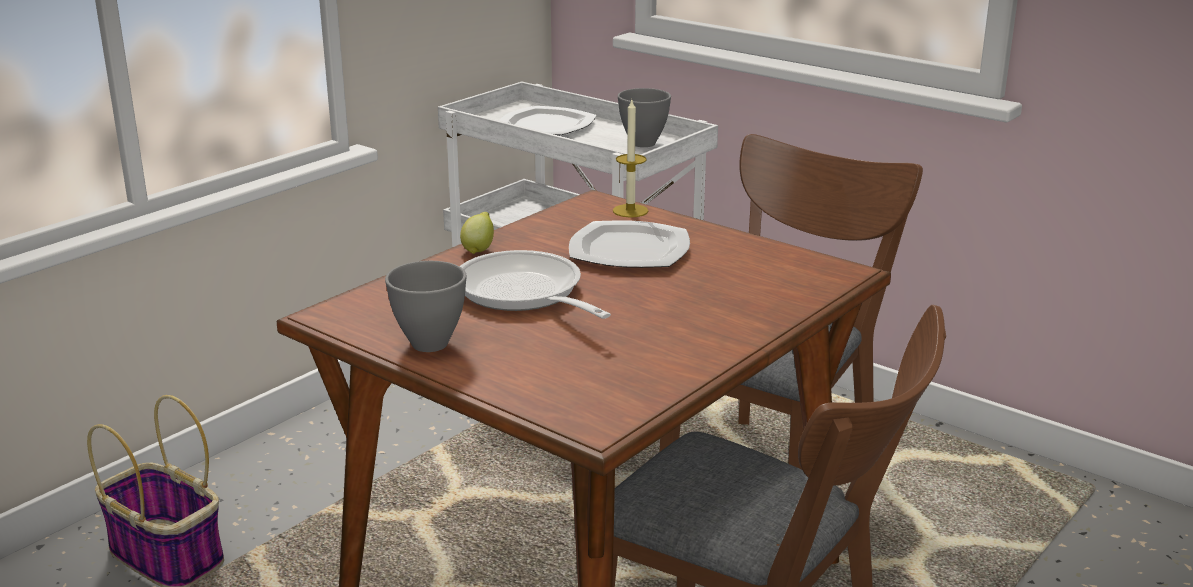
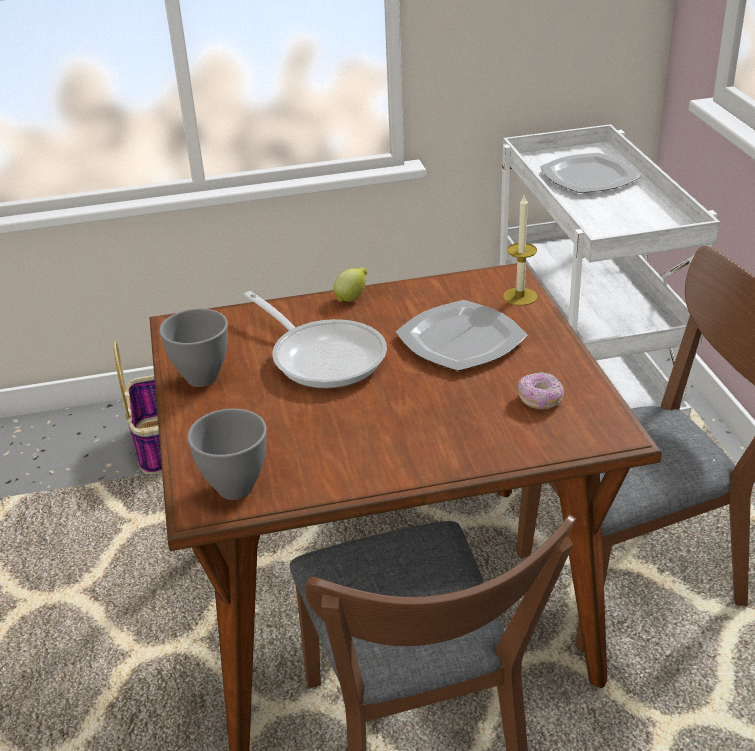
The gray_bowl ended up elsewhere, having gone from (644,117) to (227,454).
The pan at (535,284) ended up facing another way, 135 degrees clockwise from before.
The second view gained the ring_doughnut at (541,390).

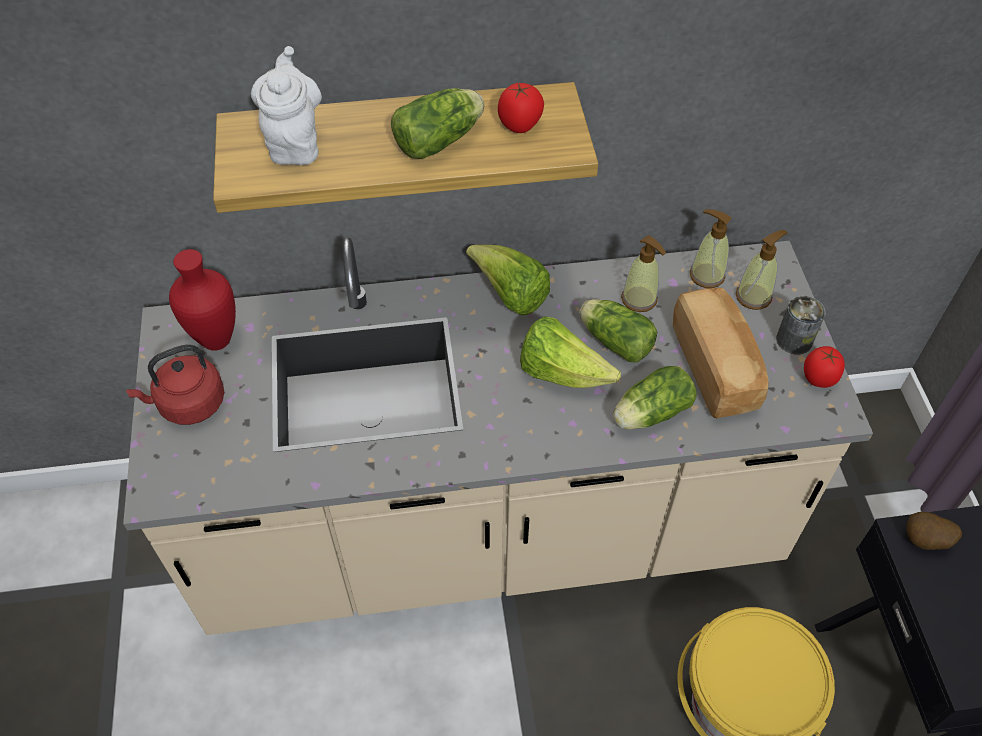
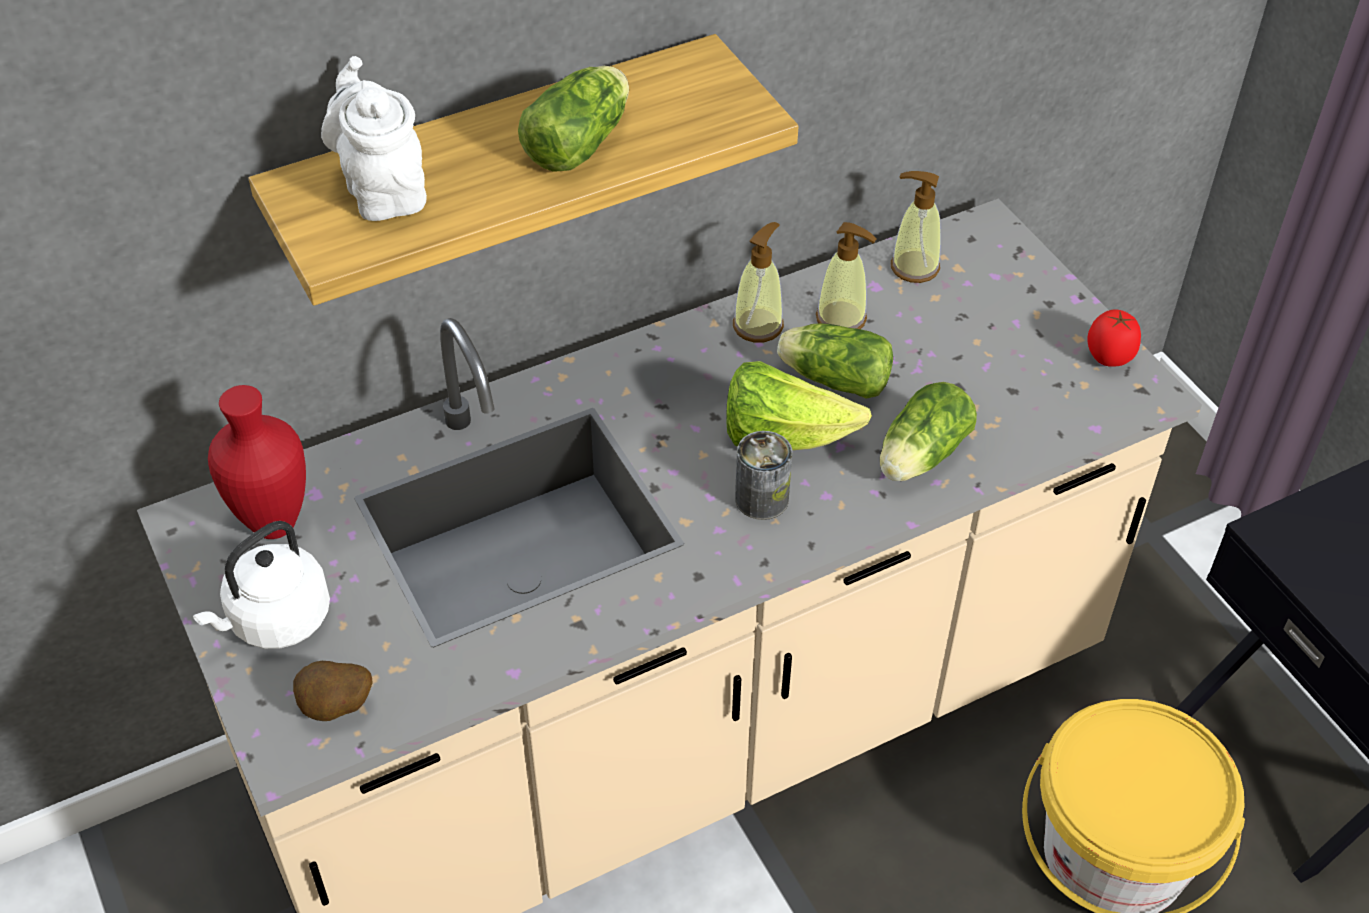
What was the reddish_kettle at (175,384) turned into the white-coloured_kettle at (261,585).
The potato ended up elsewhere, having gone from (934,531) to (333,691).
The liquid_soap_bottle ended up elsewhere, having gone from (762,270) to (758,282).
The sealed_can ended up elsewhere, having gone from (800,325) to (764,475).
The second view lost the lettuce at (508,280).
The second view lost the whole_tomato at (521,108).
The second view lost the baked_bread at (721,353).

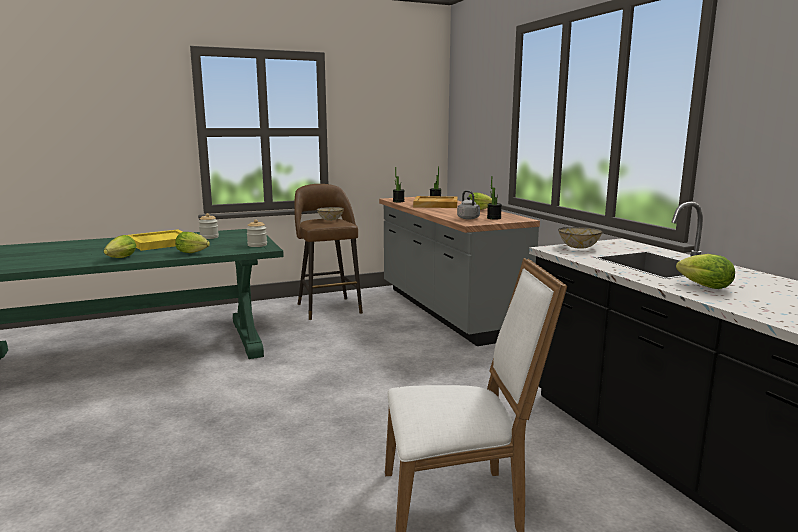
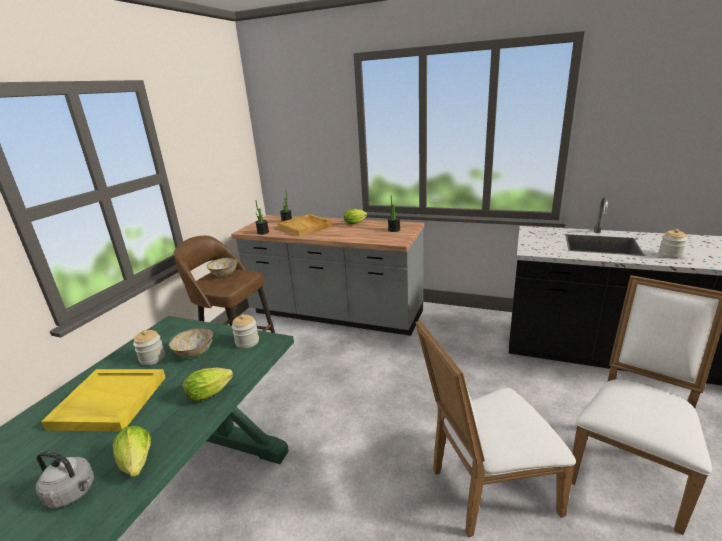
The gray_kettle ended up elsewhere, having gone from (468,204) to (65,479).
The bowl ended up elsewhere, having gone from (580,238) to (191,342).
The second view gained the white-coloured_upright_chair at (496,429).
Where the lettuce stood at (705,271), the preserve_jar came to stand at (673,244).

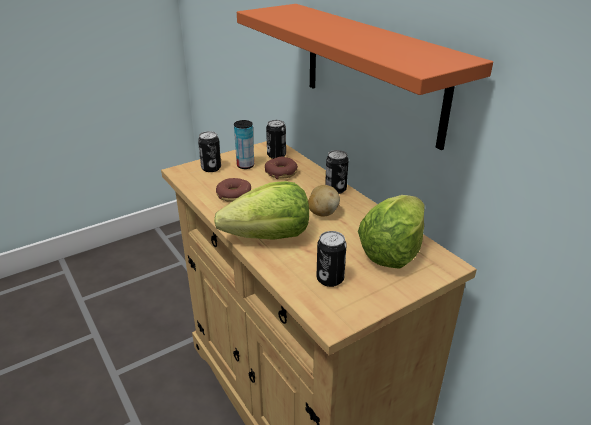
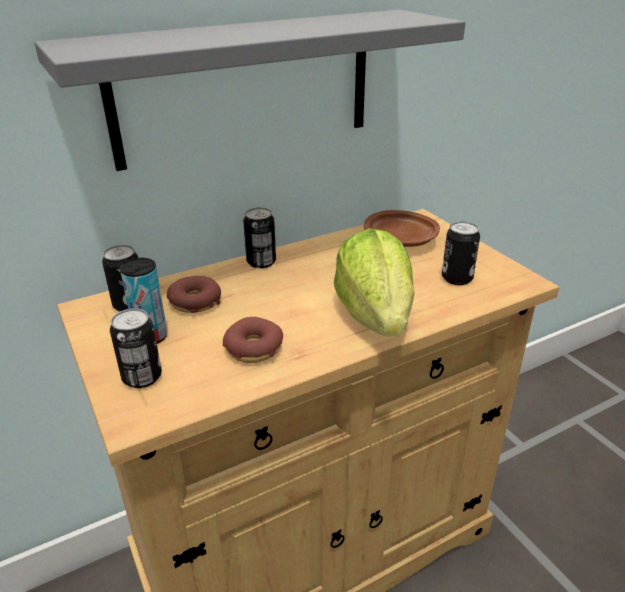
What was the orange-coloured_shelf at (365,77) turned into the gray_shelf at (249,90).
Where the lettuce stood at (391,232), the brown-coloured_dinner_plate came to stand at (402,228).
The second view lost the potato at (324,201).

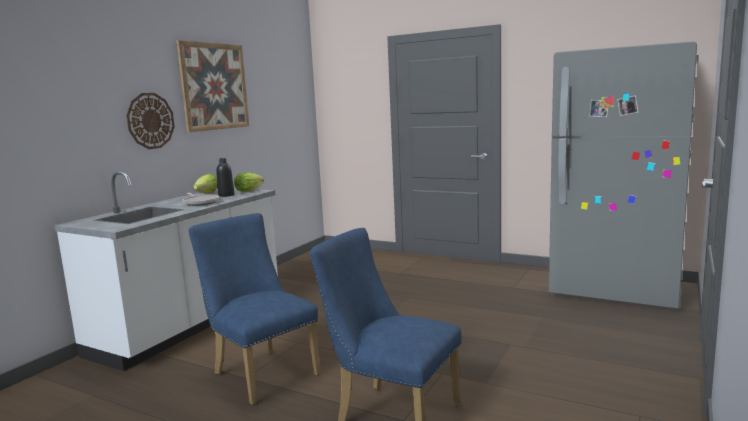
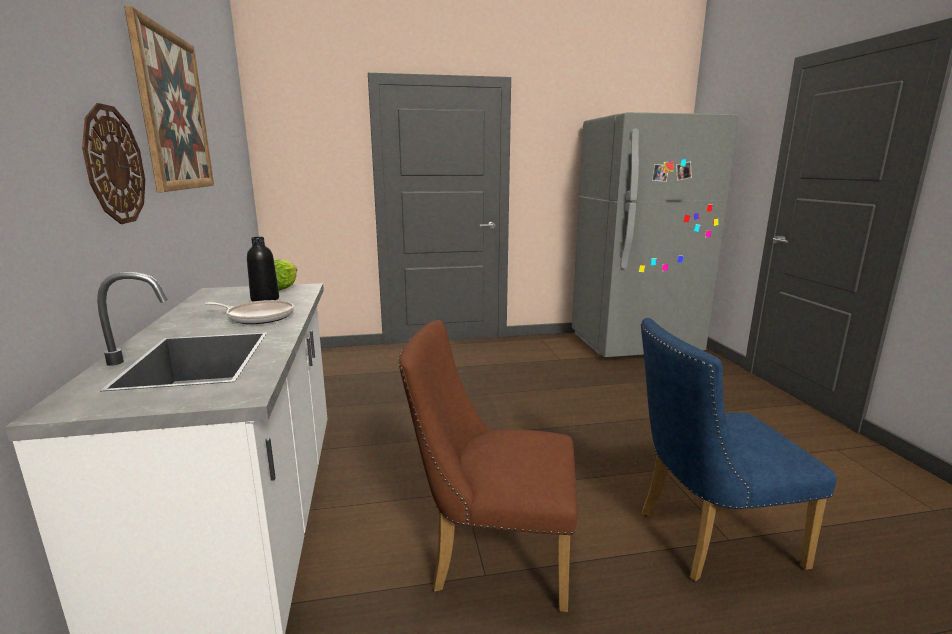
What was the bluish_upright_chair at (254,309) turned into the brown-coloured_upright_chair at (488,466).
The second view lost the lettuce at (205,183).

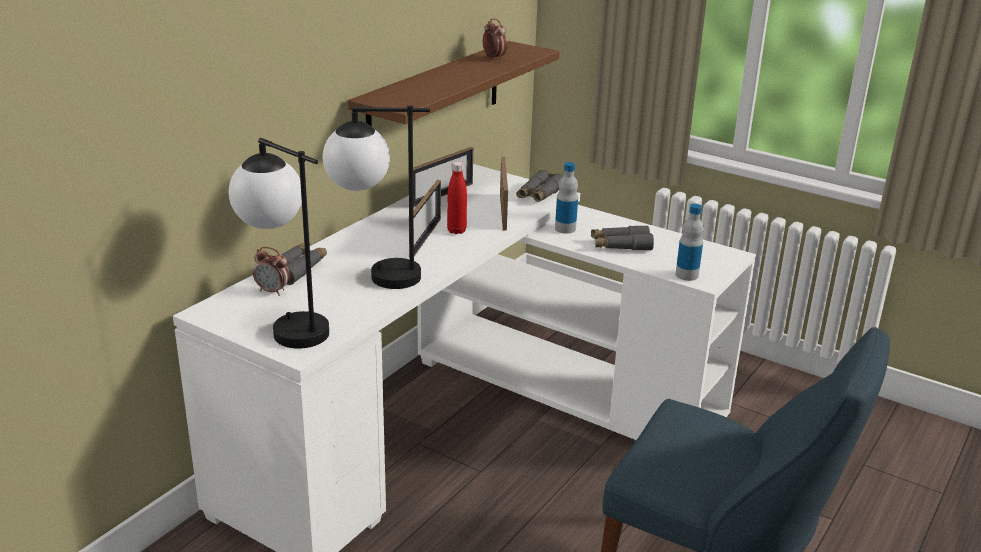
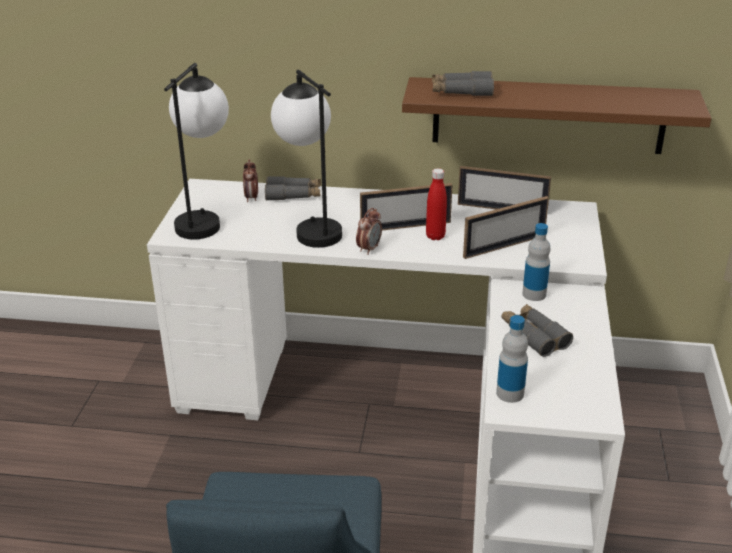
The alarm_clock ended up elsewhere, having gone from (495,39) to (369,231).
The gray_field_glasses ended up elsewhere, having gone from (539,186) to (463,83).

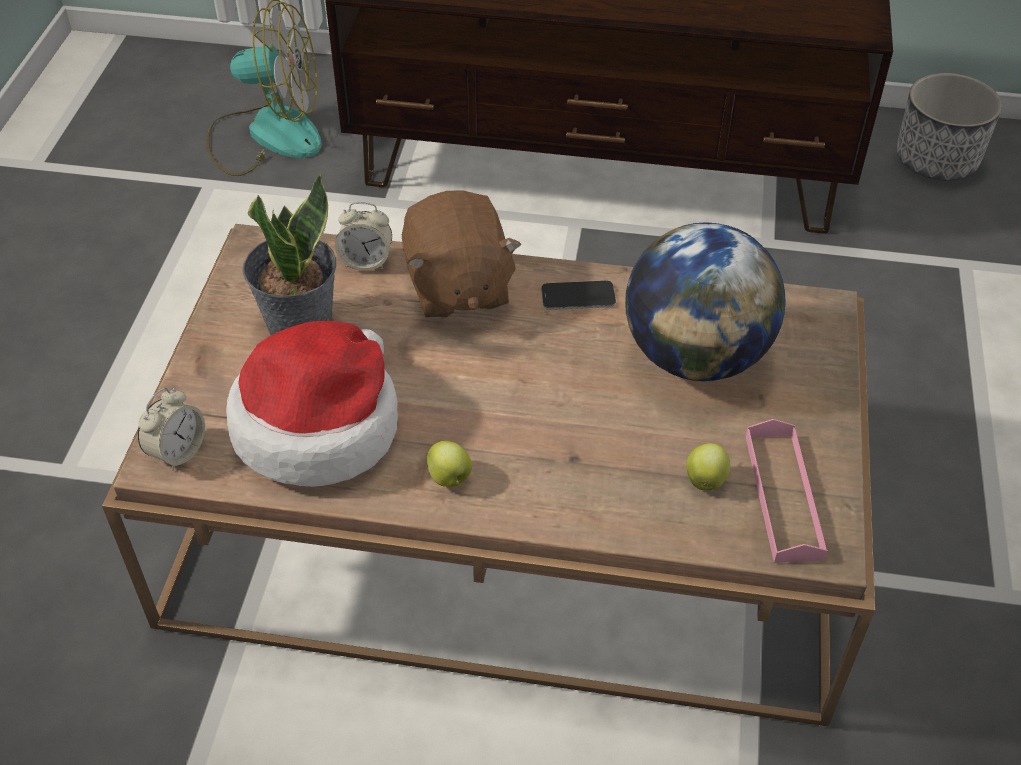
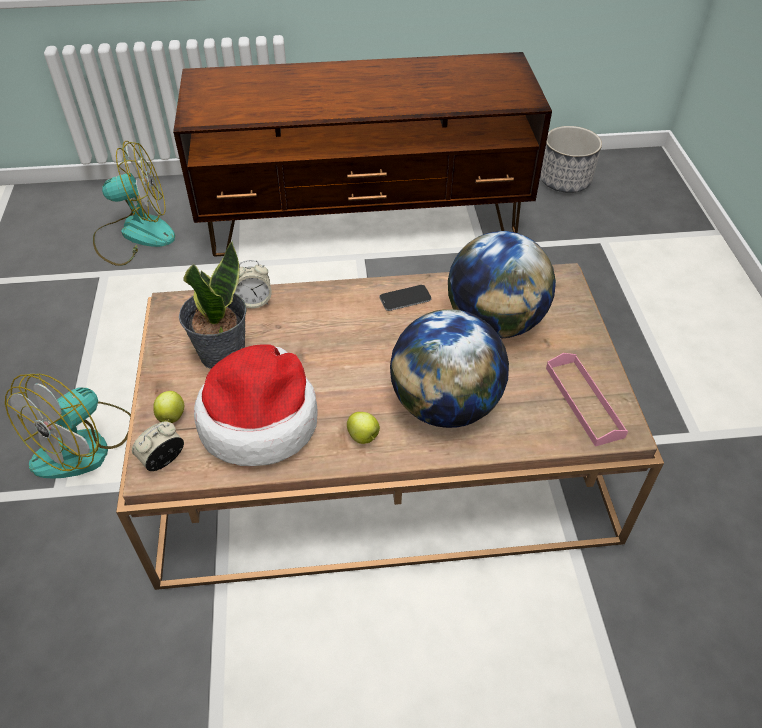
The second view gained the cooling_fan at (68,426).
The alarm_clock at (171,429) ended up facing another way, 150 degrees counterclockwise from before.
The apple_fruit ended up elsewhere, having gone from (708,466) to (168,407).
The second view gained the world_globe at (449,368).
The second view lost the brown-coloured_soft_toy at (461,254).

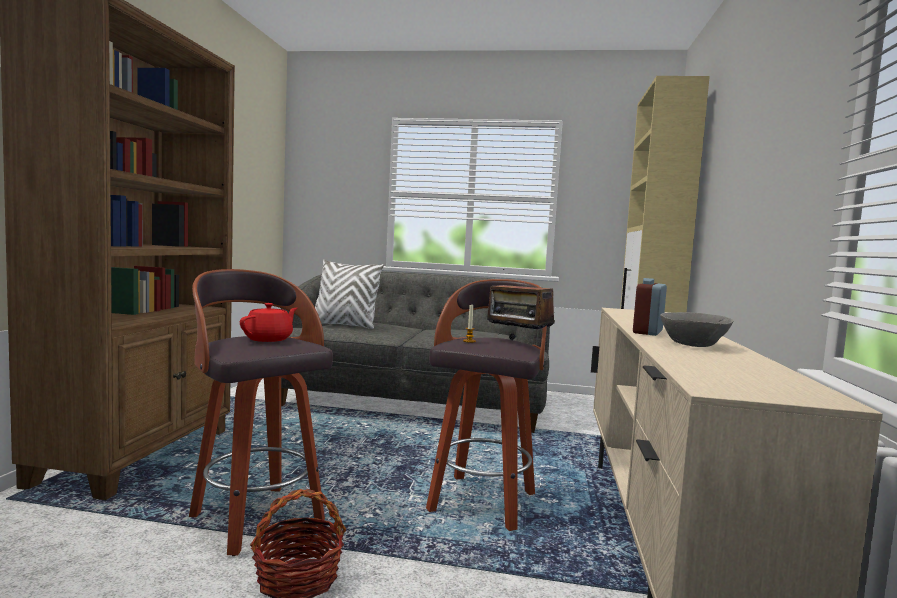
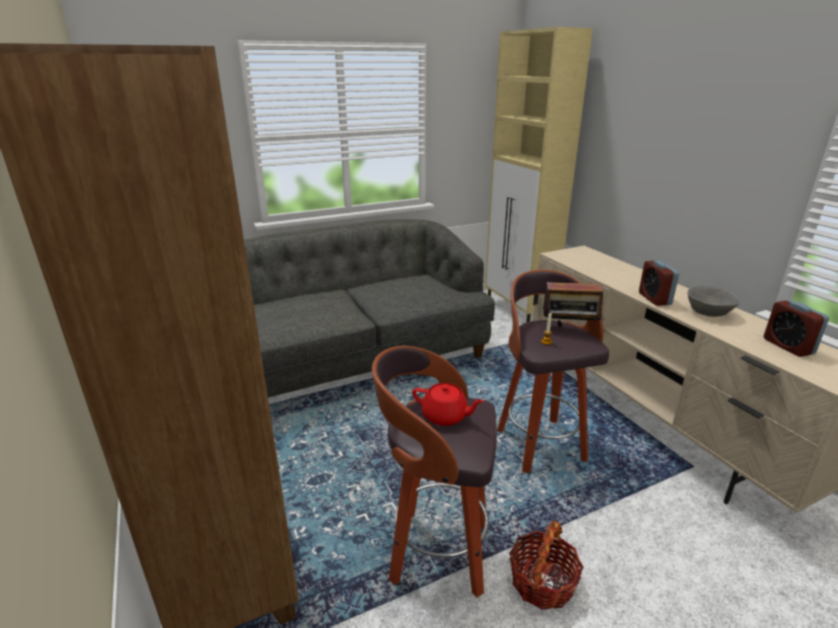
The reddish_pot_for_tea at (268,322) ended up facing another way, 120 degrees clockwise from before.
The second view gained the alarm_clock at (796,328).
The second view lost the white-coloured_cushion at (349,294).

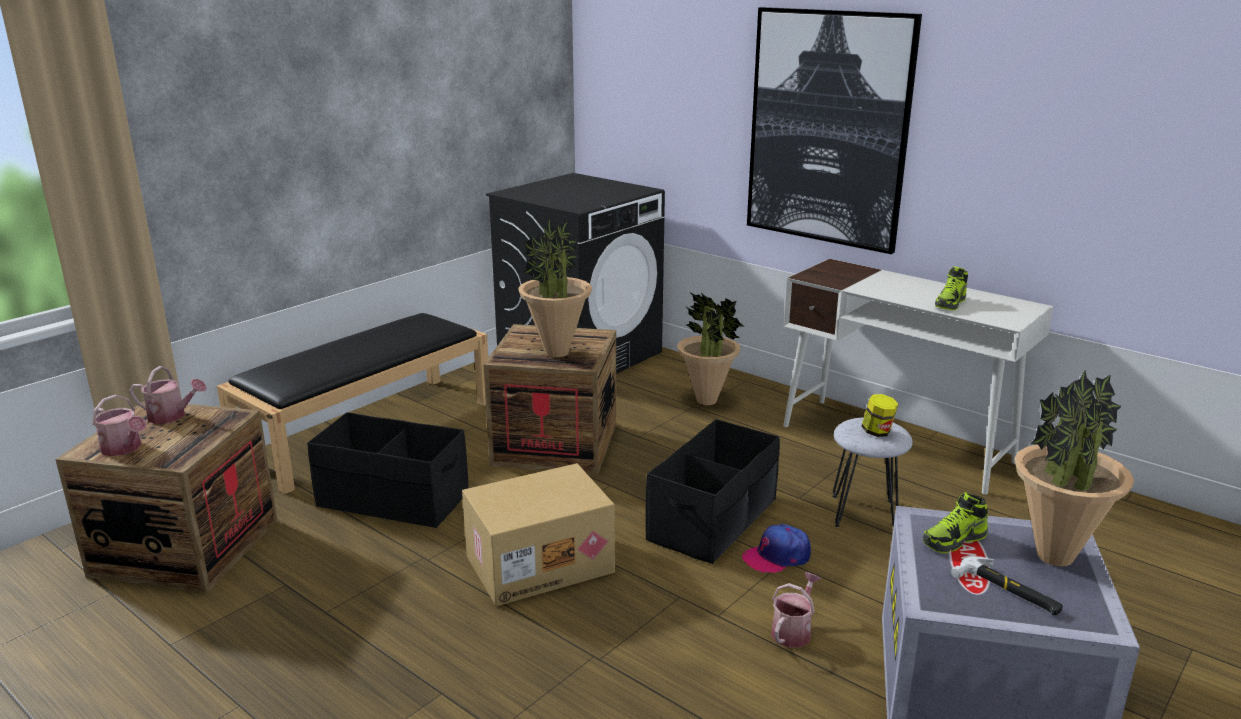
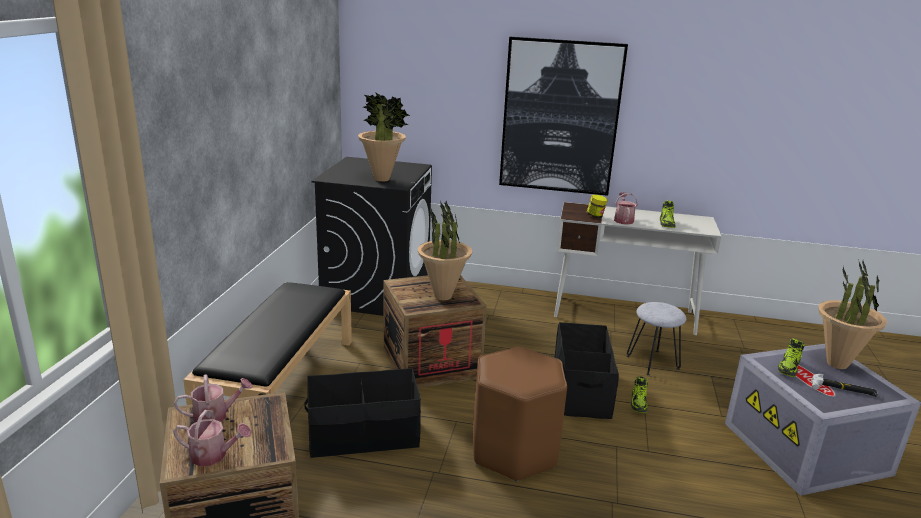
The houseplant ended up elsewhere, having gone from (710,349) to (384,137).
Where the cardboard_box stood at (538,534), the brown-coloured_stool_seat came to stand at (520,414).
The preserve_jar ended up elsewhere, having gone from (879,415) to (597,206).
The watering_pot ended up elsewhere, having gone from (796,610) to (626,208).
Where the peaked_cap stood at (776,548), the item_of_footwear came to stand at (639,394).

